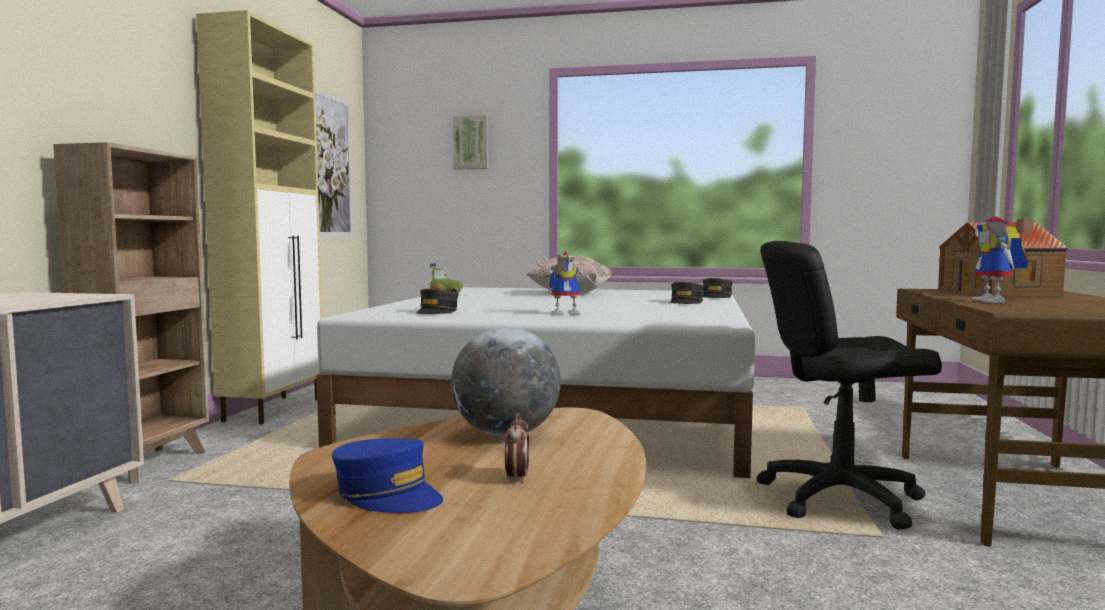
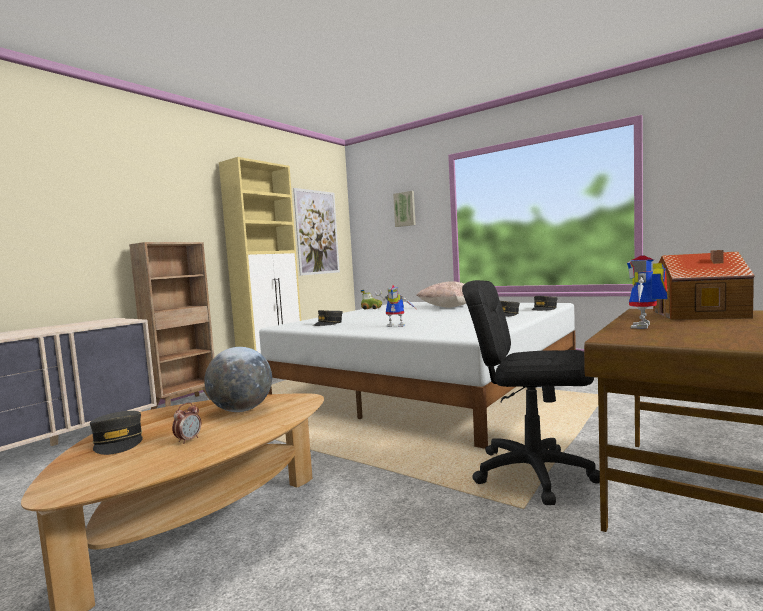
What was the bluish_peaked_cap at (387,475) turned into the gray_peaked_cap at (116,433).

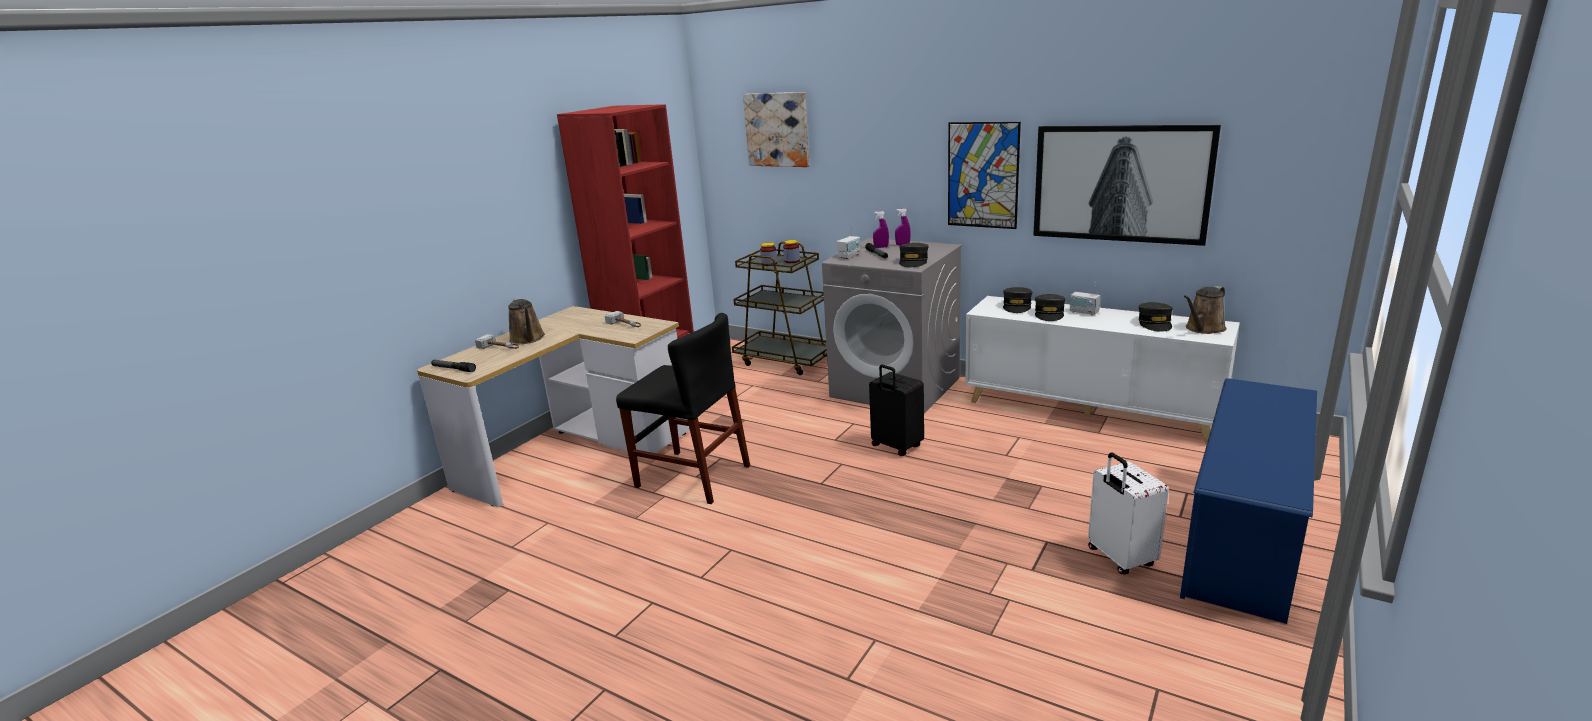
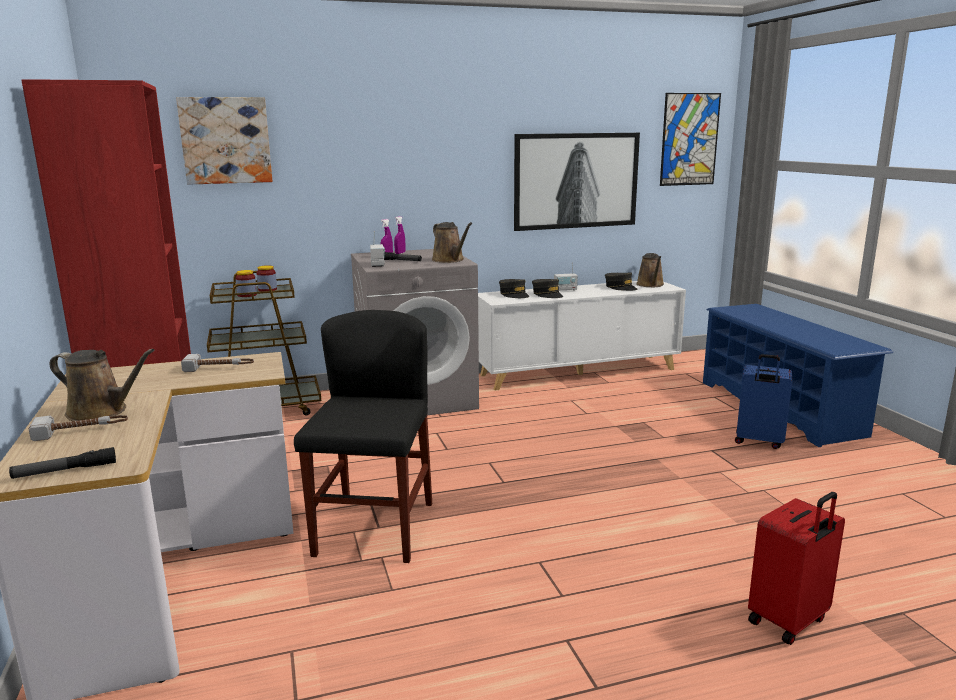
The blackish_upright_chair at (683,408) ended up facing another way, 60 degrees counterclockwise from before.
Where the gray_peaked_cap stood at (913,255), the brown-coloured_watering_pot came to stand at (452,242).
The picture ended up elsewhere, having gone from (984,175) to (690,139).
What was the white-coloured_travel_case at (1128,513) turned into the bluish_travel_case at (763,401).
The second view gained the reddish_travel_case at (796,568).
The second view lost the blackish_travel_case at (896,410).

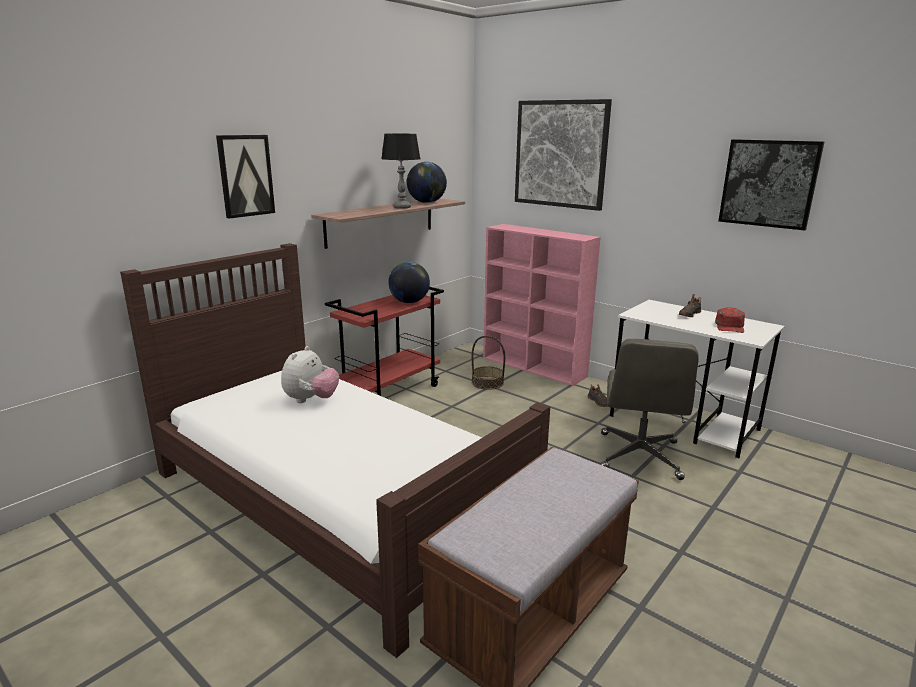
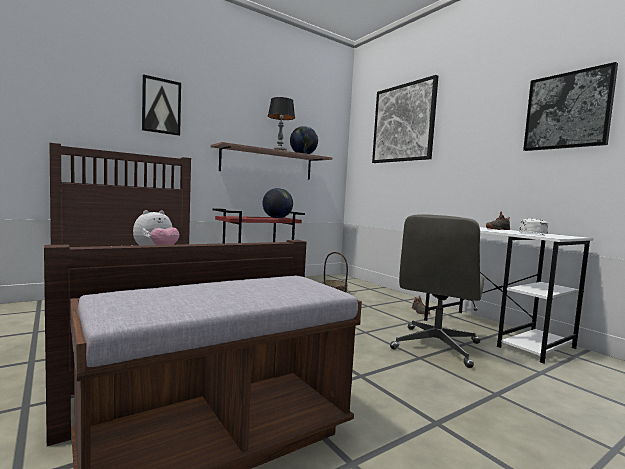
What was the reddish_peaked_cap at (730,320) turned into the white-coloured_peaked_cap at (533,227).
The second view lost the pink_bookshelf at (542,305).

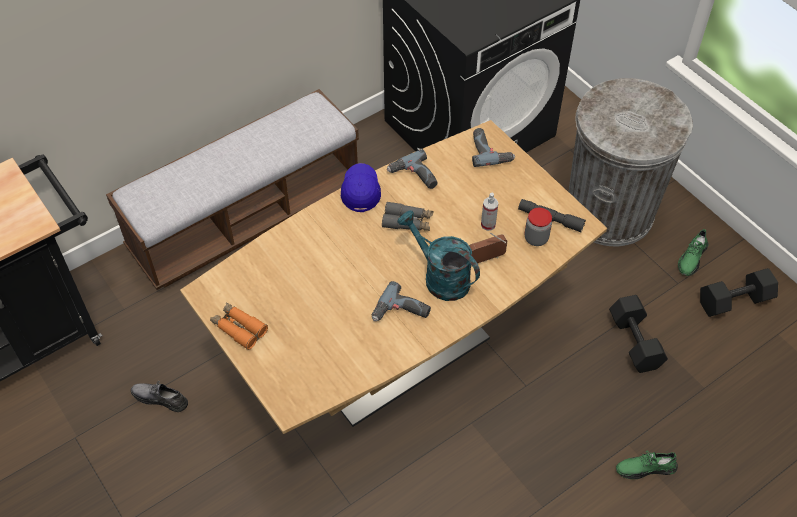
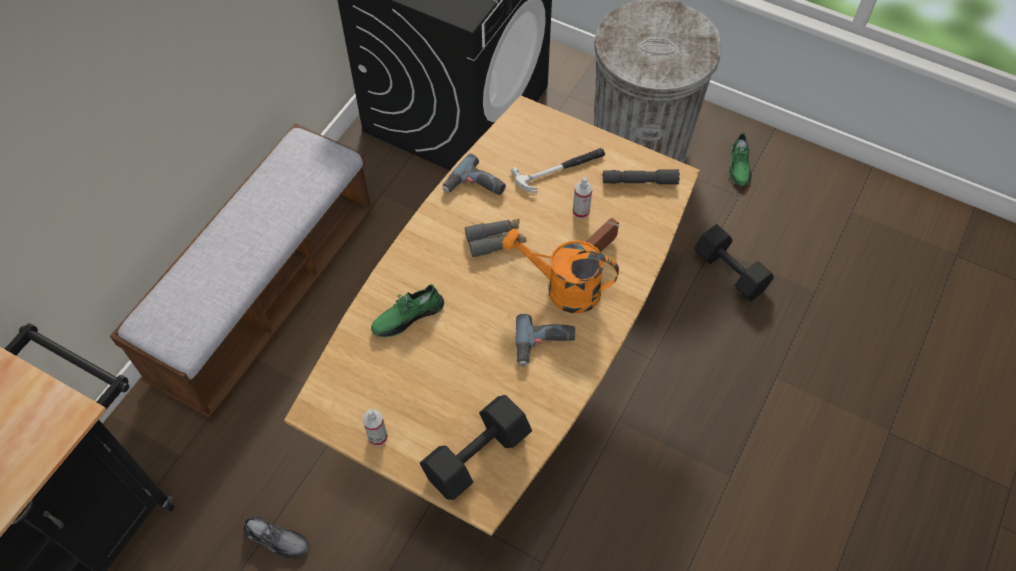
The gray_item_of_footwear at (159,396) ended up facing another way, 150 degrees counterclockwise from before.
Where the orange-coloured_field_glasses stood at (239,326), the hand_sprayer came to stand at (375,427).
The greenish_item_of_footwear ended up elsewhere, having gone from (647,465) to (407,310).
The blackish_dumbbell ended up elsewhere, having gone from (739,292) to (476,447).
What was the turquoise-coloured_watering_pot at (438,255) turned into the orange-coloured_watering_pot at (560,271).
The second view gained the hand_hammer at (558,170).
The second view lost the bluish_peaked_cap at (361,187).
The second view lost the drill at (493,147).
The second view lost the preserve_jar at (538,227).

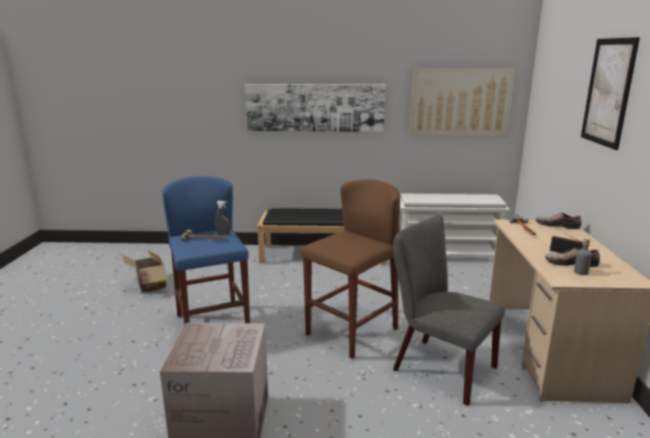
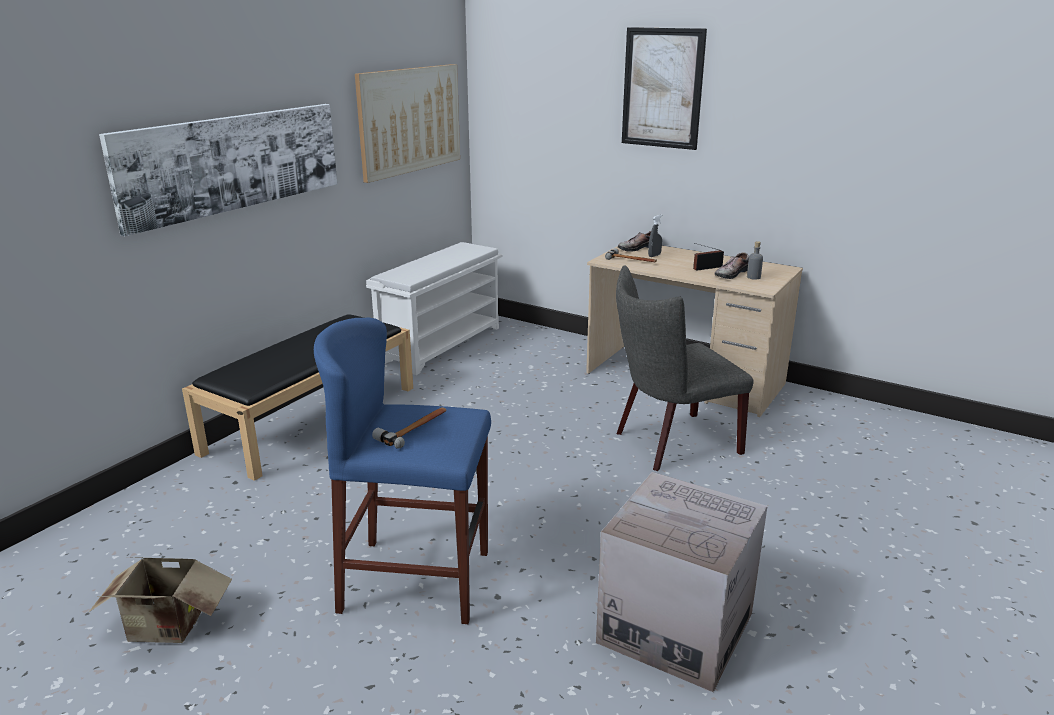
The gray_hand_sprayer ended up elsewhere, having gone from (222,218) to (655,236).
The second view lost the brown-coloured_stool_seat at (350,269).

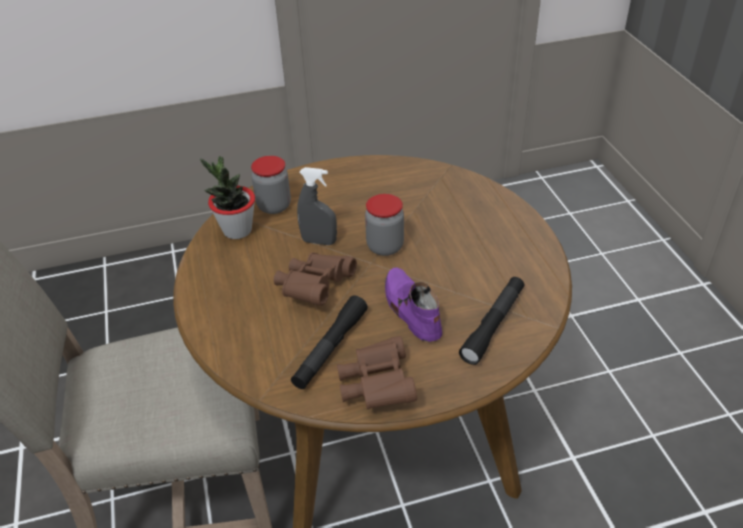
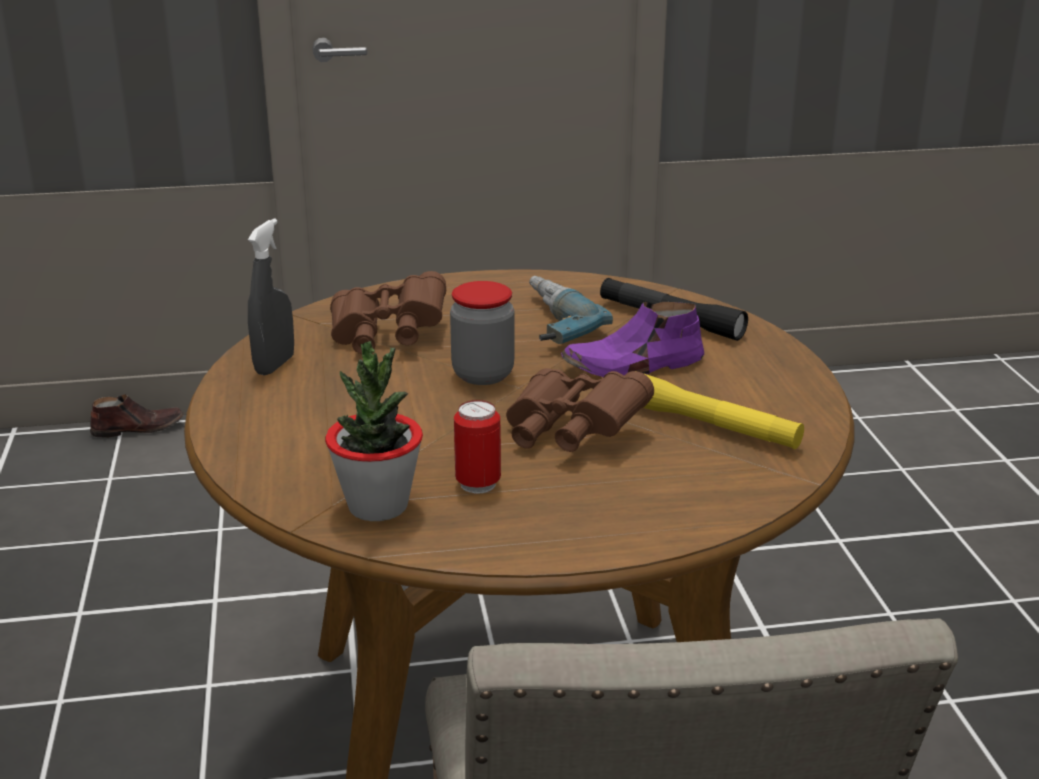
The second view gained the brown-coloured_item_of_footwear at (137,416).
The gray_hand_sprayer ended up elsewhere, having gone from (317,206) to (271,296).
The brown-coloured_field_glasses ended up elsewhere, having gone from (377,372) to (388,312).
The second view gained the sealed_can at (477,447).
The second view gained the drill at (571,310).
What was the blackish_torch at (329,342) turned into the yellow_torch at (720,410).
The second view lost the preserve_jar at (271,185).

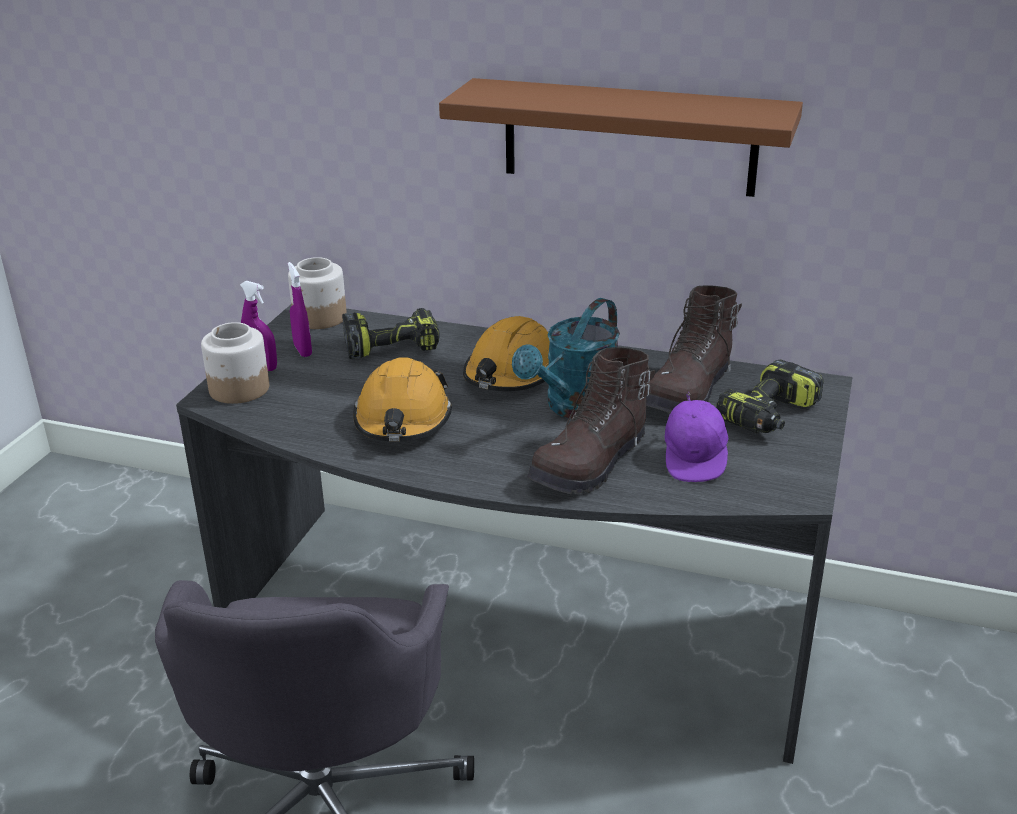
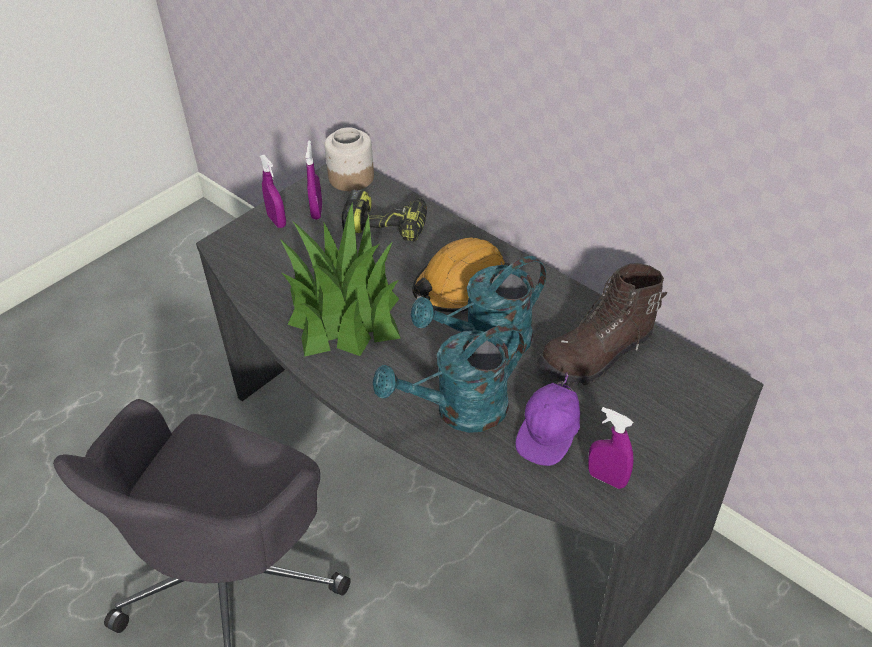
Where the orange-coloured_safety_helmet stood at (402,399), the houseplant came to stand at (340,280).
Where the brown-coloured_boot stood at (591,420), the turquoise-coloured_watering_pot came to stand at (449,378).
The second view gained the purplish_hand_sprayer at (611,448).
The second view lost the preserve_jar at (235,363).
The second view lost the brown-coloured_shelf at (621,137).
The second view lost the drill at (769,396).

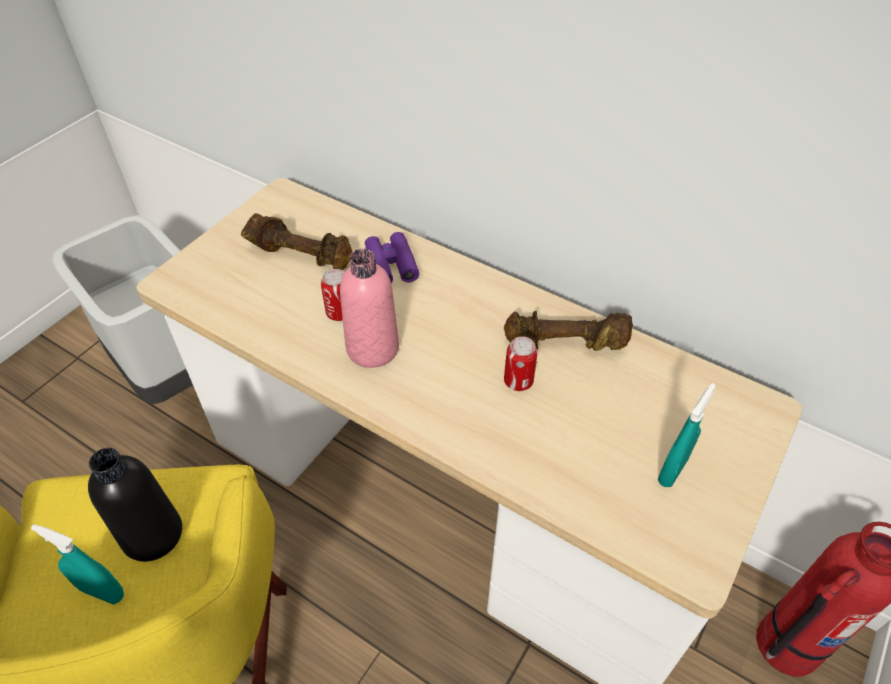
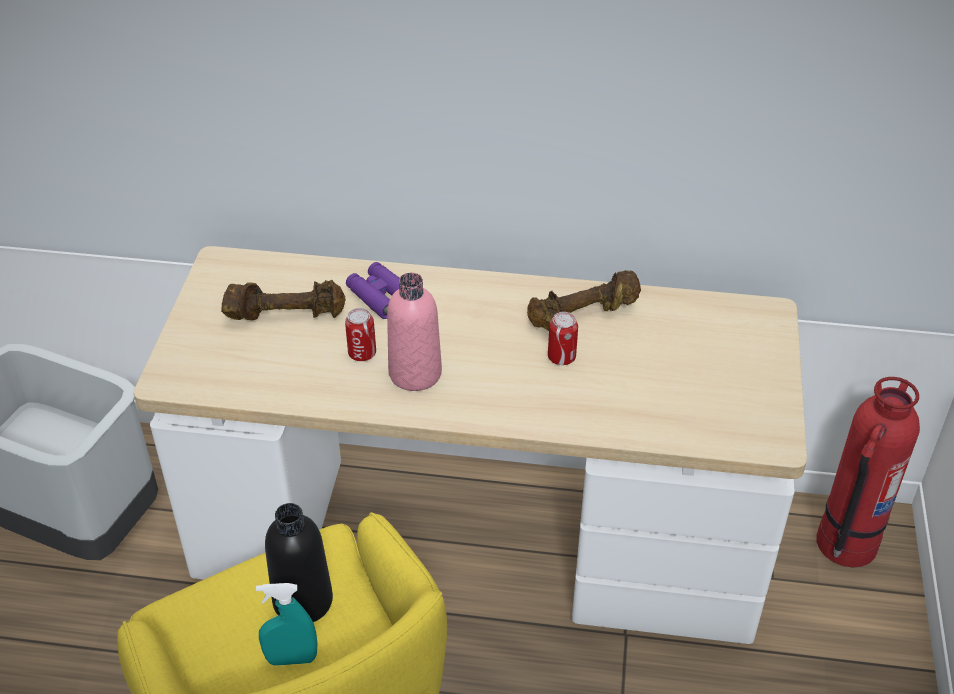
The second view lost the turquoise-coloured_hand_sprayer at (687,435).

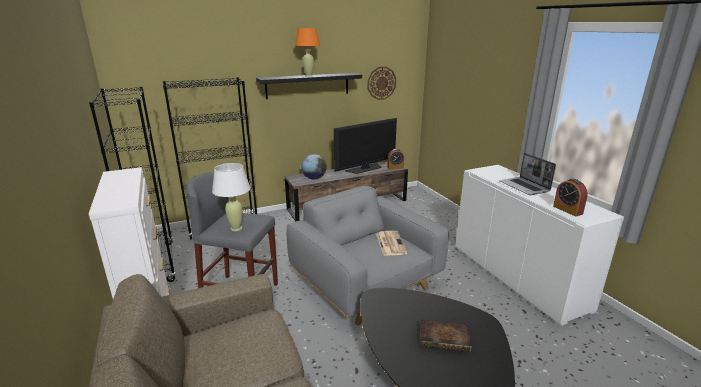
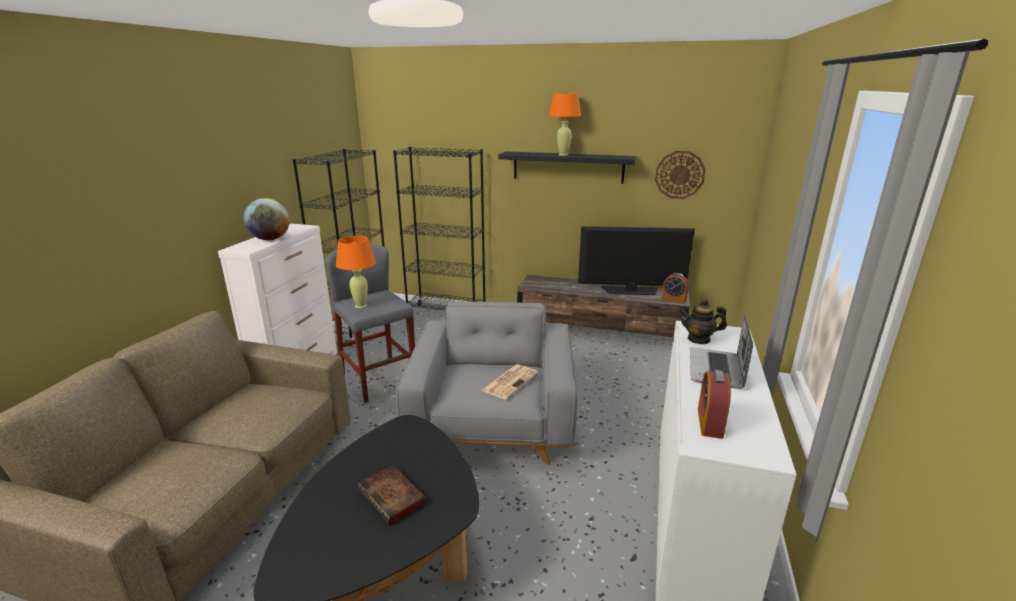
The world_globe ended up elsewhere, having gone from (314,166) to (267,219).
What was the white-coloured_table_lamp at (231,197) turned into the orange-coloured_table_lamp at (356,272).
The second view gained the pot_for_tea at (703,321).

